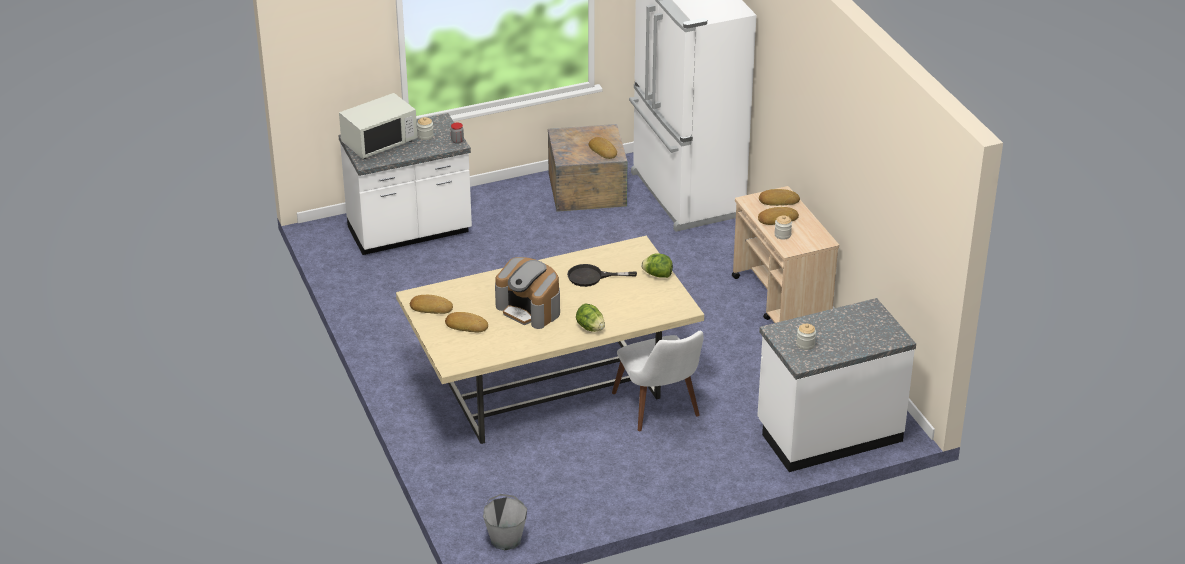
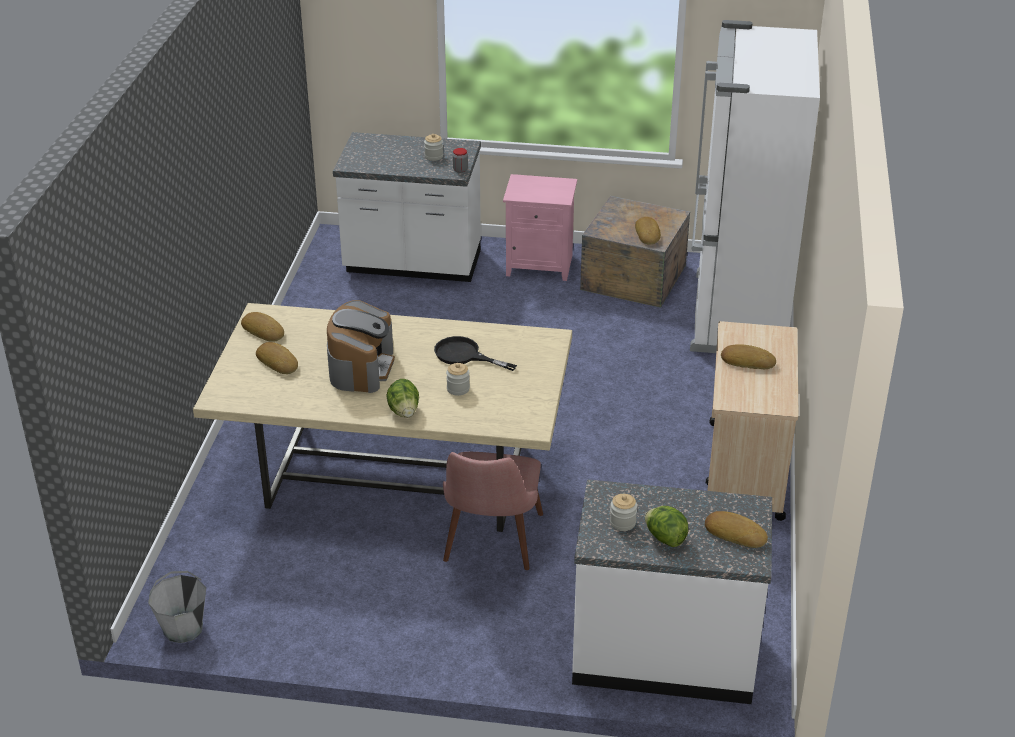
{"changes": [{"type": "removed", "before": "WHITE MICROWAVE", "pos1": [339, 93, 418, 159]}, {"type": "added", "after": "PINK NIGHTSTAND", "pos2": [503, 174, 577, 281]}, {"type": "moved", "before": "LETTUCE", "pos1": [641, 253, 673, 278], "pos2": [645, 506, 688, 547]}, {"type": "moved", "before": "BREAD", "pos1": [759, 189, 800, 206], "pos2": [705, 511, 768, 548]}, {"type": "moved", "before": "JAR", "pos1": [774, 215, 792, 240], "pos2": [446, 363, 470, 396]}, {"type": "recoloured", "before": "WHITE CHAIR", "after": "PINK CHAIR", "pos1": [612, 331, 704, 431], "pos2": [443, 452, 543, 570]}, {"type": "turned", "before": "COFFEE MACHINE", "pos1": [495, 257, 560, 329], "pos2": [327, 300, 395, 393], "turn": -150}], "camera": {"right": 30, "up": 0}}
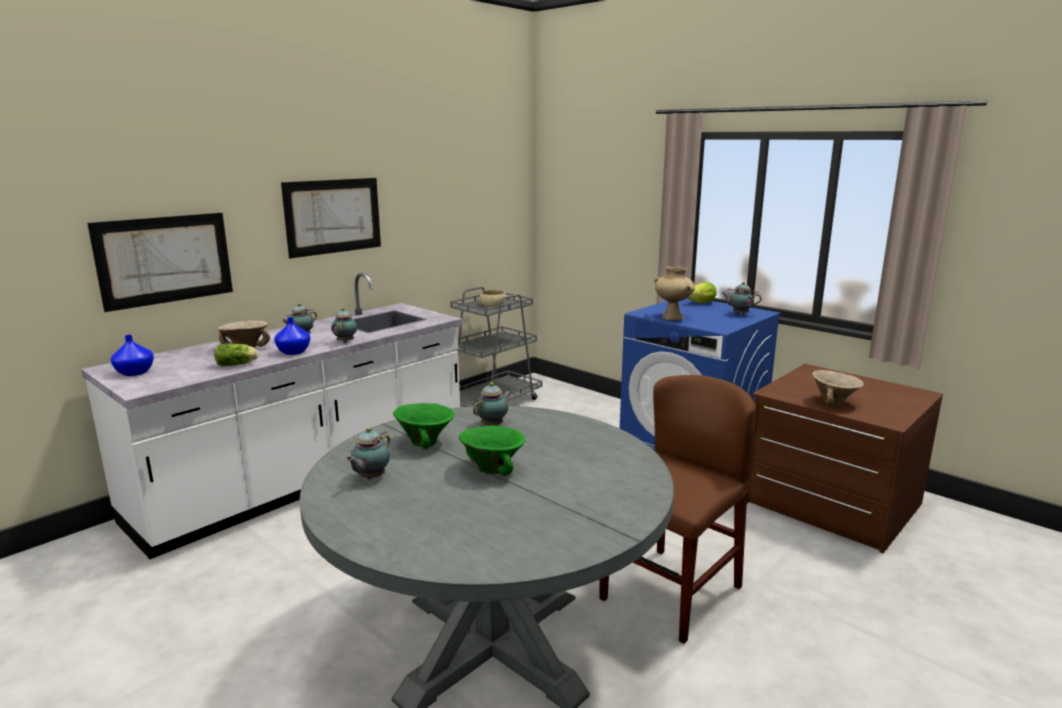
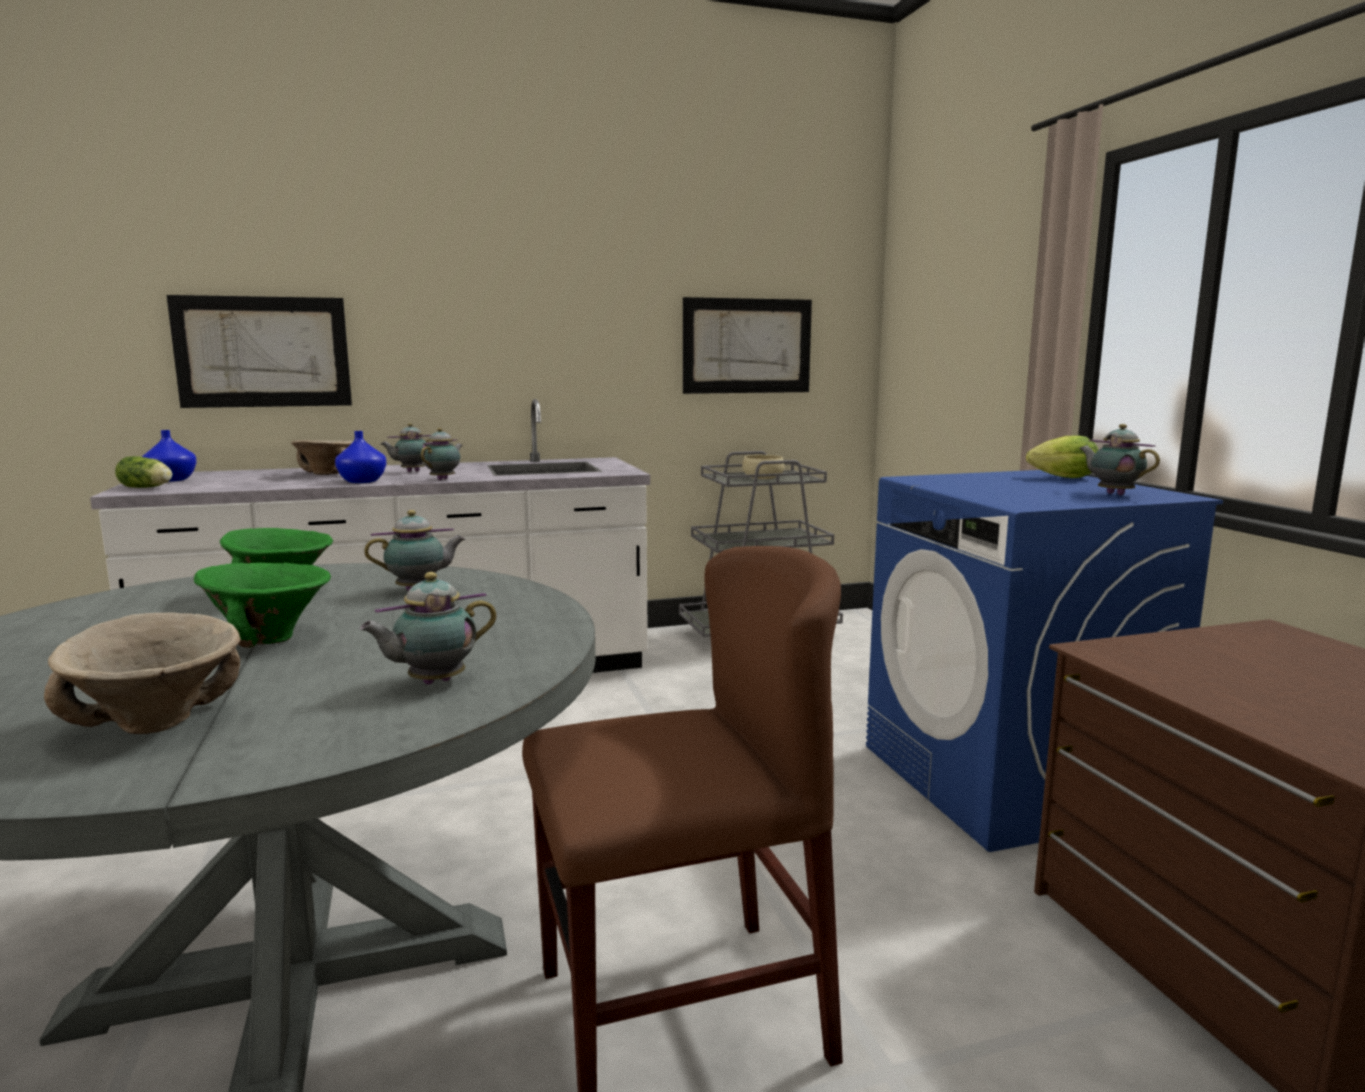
{"changes": [{"type": "removed", "before": "BEIGE VASE", "pos1": [654, 266, 695, 320]}, {"type": "moved", "before": "LETTUCE", "pos1": [214, 344, 258, 366], "pos2": [115, 456, 172, 488]}, {"type": "moved", "before": "PICTURE", "pos1": [281, 178, 381, 258], "pos2": [683, 297, 812, 394]}, {"type": "moved", "before": "TEAPOT", "pos1": [346, 427, 390, 479], "pos2": [359, 572, 497, 684]}, {"type": "moved", "before": "BEIGE BOWL", "pos1": [812, 370, 864, 406], "pos2": [44, 612, 241, 734]}], "camera": {"right": 30, "up": -5}}
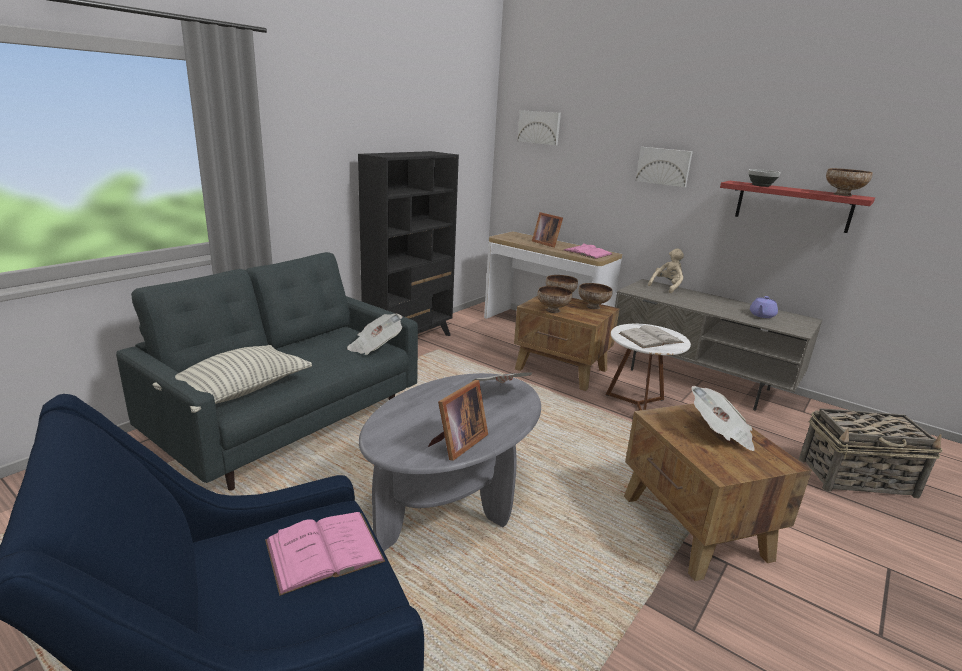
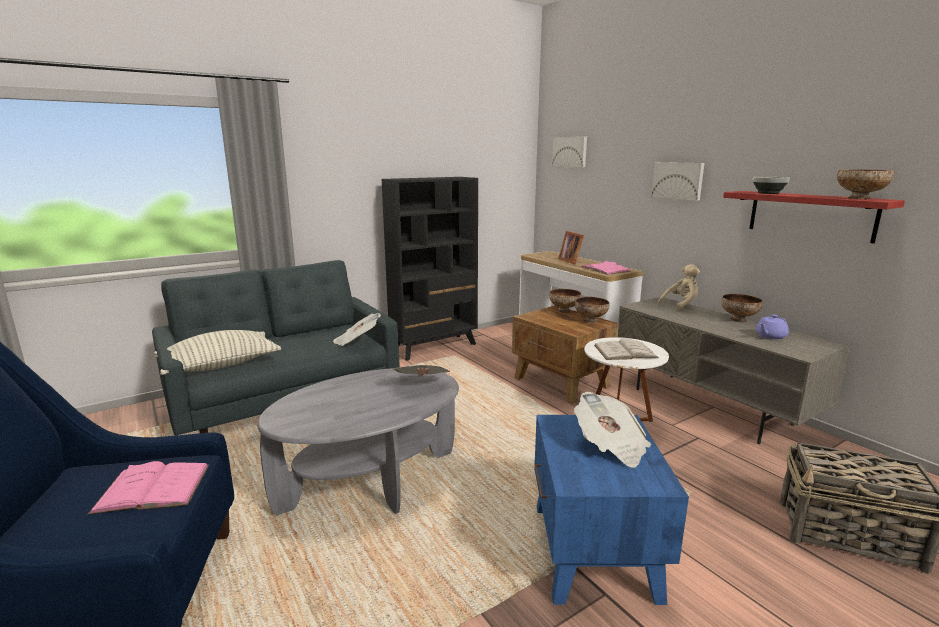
{"changes": [{"type": "removed", "before": "PICTURE FRAME", "pos1": [428, 380, 488, 461]}, {"type": "moved", "before": "BOWL", "pos1": [537, 286, 572, 313], "pos2": [721, 294, 763, 322]}, {"type": "recoloured", "before": "BROWN SIDE TABLE", "after": "BLUE SIDE TABLE", "pos1": [624, 404, 812, 581], "pos2": [534, 415, 689, 605]}], "camera": {"right": 20, "up": -5}}
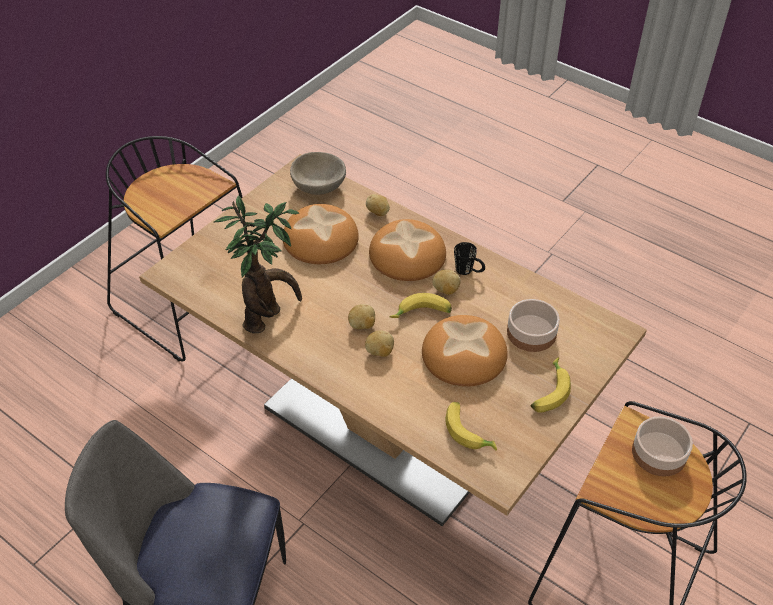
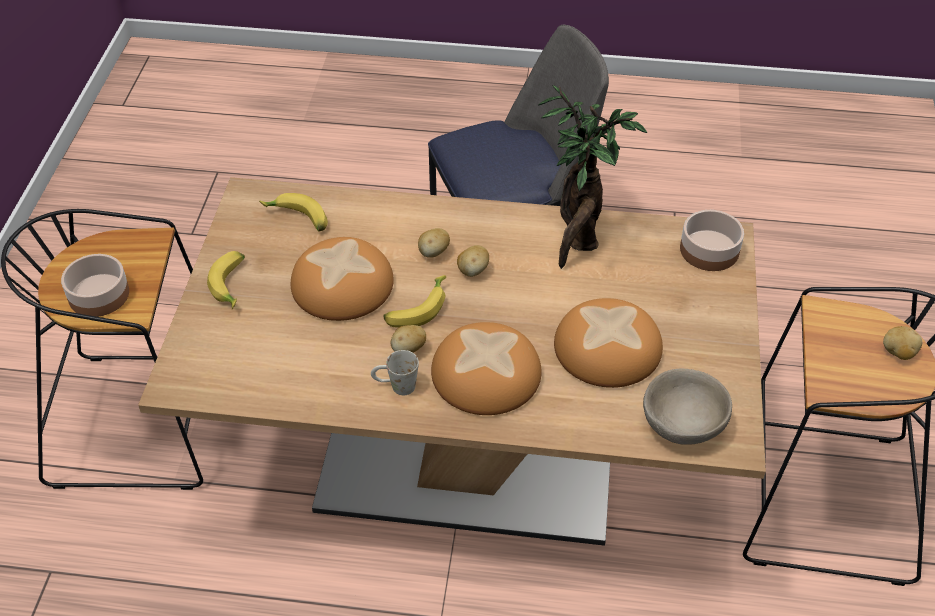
{"changes": [{"type": "moved", "before": "POTATO", "pos1": [366, 194, 390, 216], "pos2": [883, 326, 922, 360]}, {"type": "moved", "before": "BOWL", "pos1": [507, 299, 560, 352], "pos2": [680, 210, 744, 271]}, {"type": "recoloured", "before": "BLACK MUG", "after": "WHITE MUG", "pos1": [454, 242, 485, 275], "pos2": [371, 350, 419, 395]}], "camera": {"right": 150, "up": 0}}
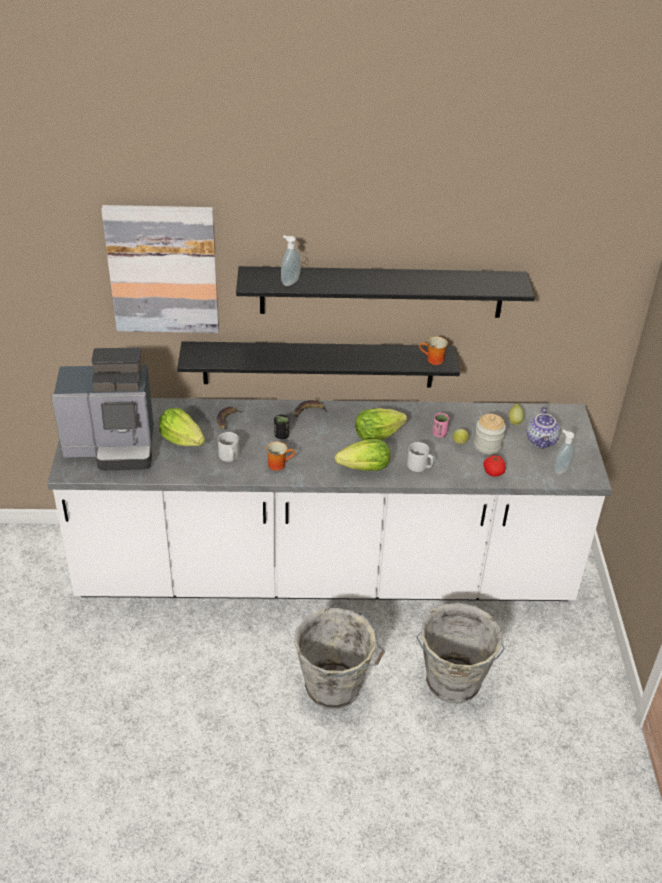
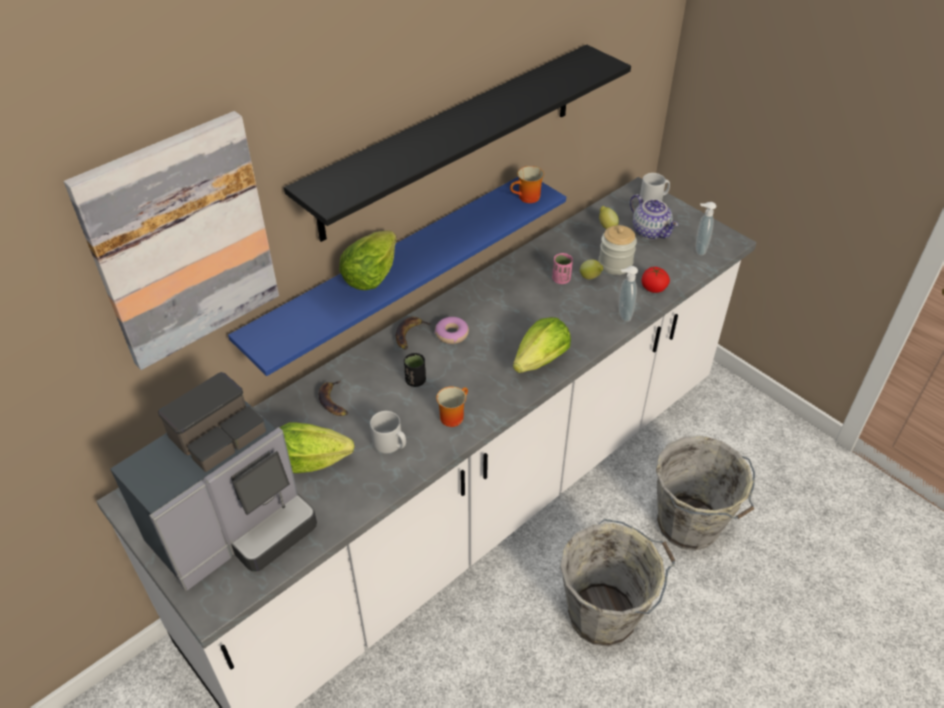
{"changes": [{"type": "added", "after": "DONUT", "pos2": [435, 317, 469, 344]}, {"type": "moved", "before": "SOAP DISPENSER", "pos1": [281, 235, 301, 286], "pos2": [619, 266, 638, 322]}, {"type": "moved", "before": "LETTUCE", "pos1": [355, 408, 407, 440], "pos2": [339, 230, 397, 290]}, {"type": "moved", "before": "GREY MUG", "pos1": [407, 442, 434, 472], "pos2": [640, 173, 670, 202]}, {"type": "recoloured", "before": "BLACK SHELF", "after": "BLUE SHELF", "pos1": [177, 341, 460, 387], "pos2": [228, 177, 566, 376]}], "camera": {"right": -40, "up": 5}}
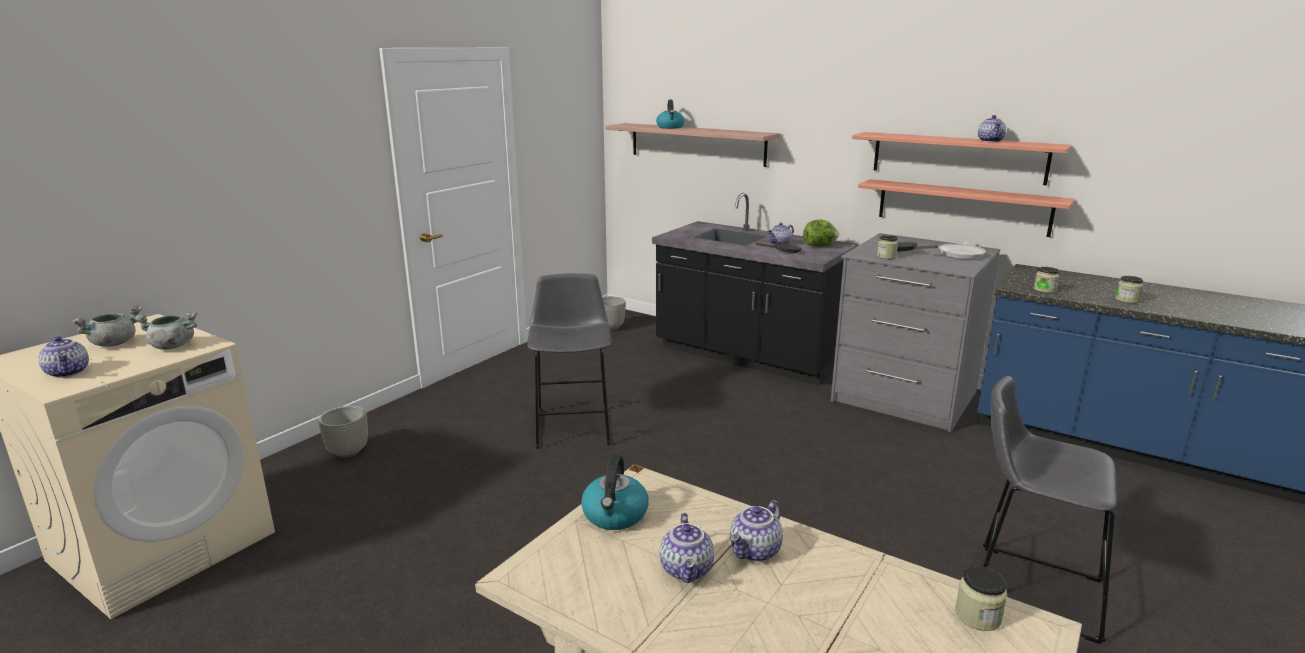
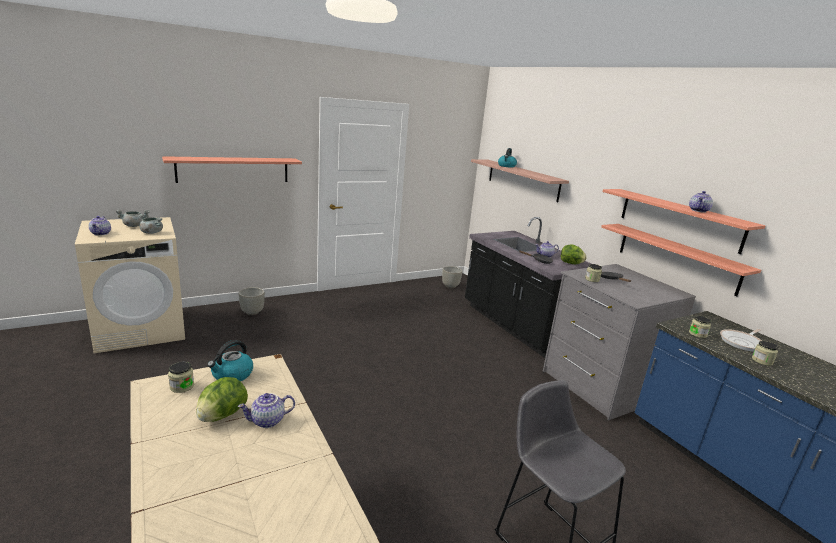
{"changes": [{"type": "removed", "before": "GREY STOOL", "pos1": [527, 273, 611, 449]}, {"type": "added", "after": "SHELF", "pos2": [162, 156, 302, 183]}, {"type": "moved", "before": "FRYING PAN", "pos1": [939, 238, 986, 259], "pos2": [720, 329, 762, 351]}, {"type": "moved", "before": "JAR", "pos1": [955, 566, 1007, 631], "pos2": [168, 361, 194, 393]}, {"type": "replaced", "before": "TEAPOT", "after": "LETTUCE", "pos1": [660, 513, 714, 583], "pos2": [196, 377, 248, 422]}], "camera": {"right": 25, "up": 0}}
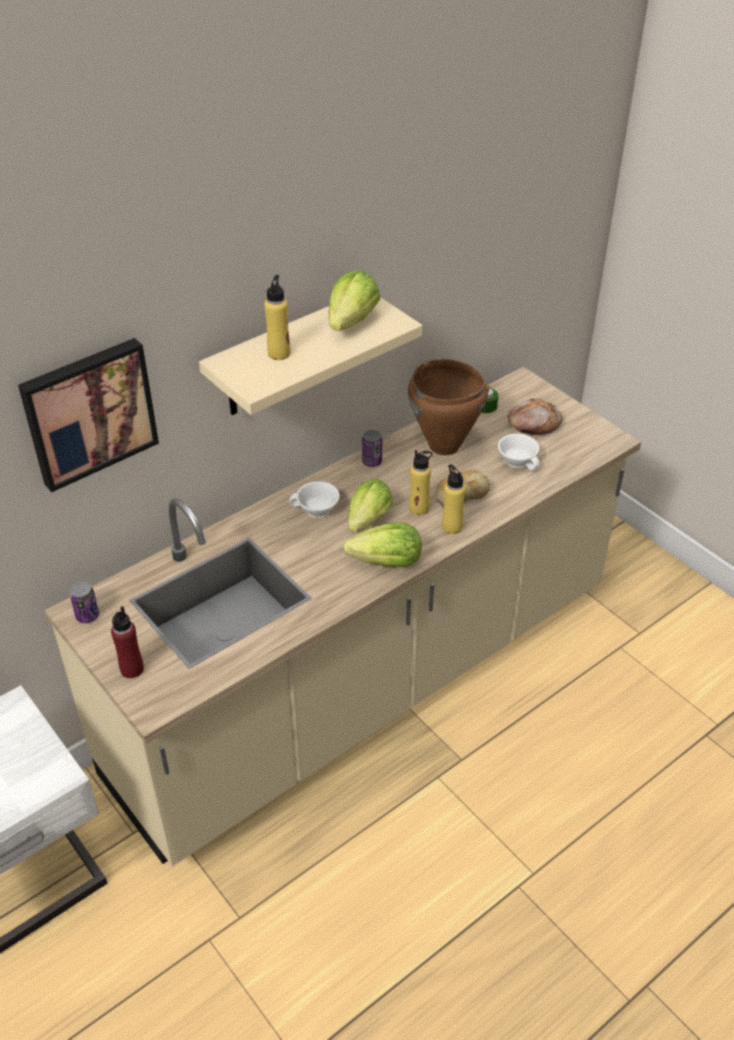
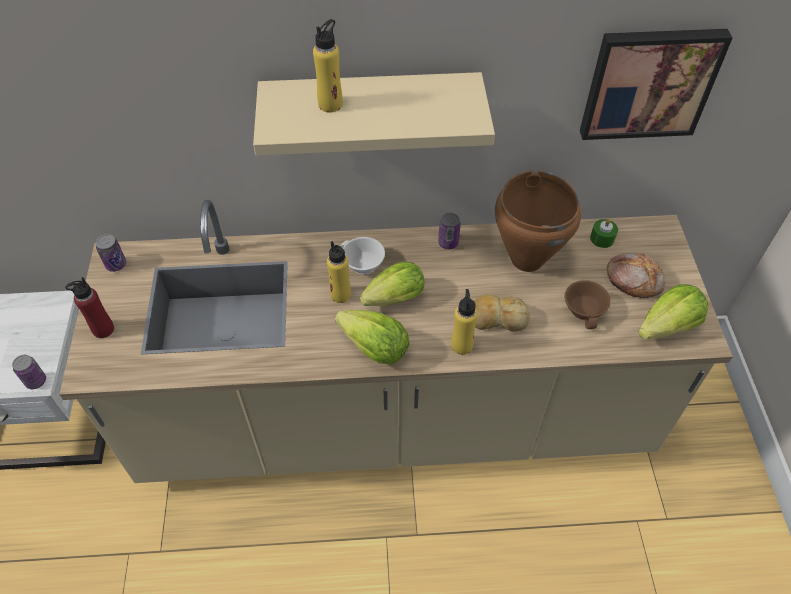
{"changes": [{"type": "added", "after": "CAN", "pos2": [12, 355, 46, 389]}, {"type": "moved", "before": "PICTURE", "pos1": [18, 338, 159, 492], "pos2": [580, 29, 733, 140]}, {"type": "moved", "before": "LETTUCE", "pos1": [329, 270, 380, 331], "pos2": [639, 284, 708, 339]}, {"type": "moved", "before": "YELLOW BOTTLE", "pos1": [409, 450, 433, 515], "pos2": [327, 241, 351, 303]}, {"type": "recoloured", "before": "WHITE CUP", "after": "BROWN CUP", "pos1": [498, 434, 540, 470], "pos2": [565, 280, 611, 329]}], "camera": {"right": 35, "up": 10}}
